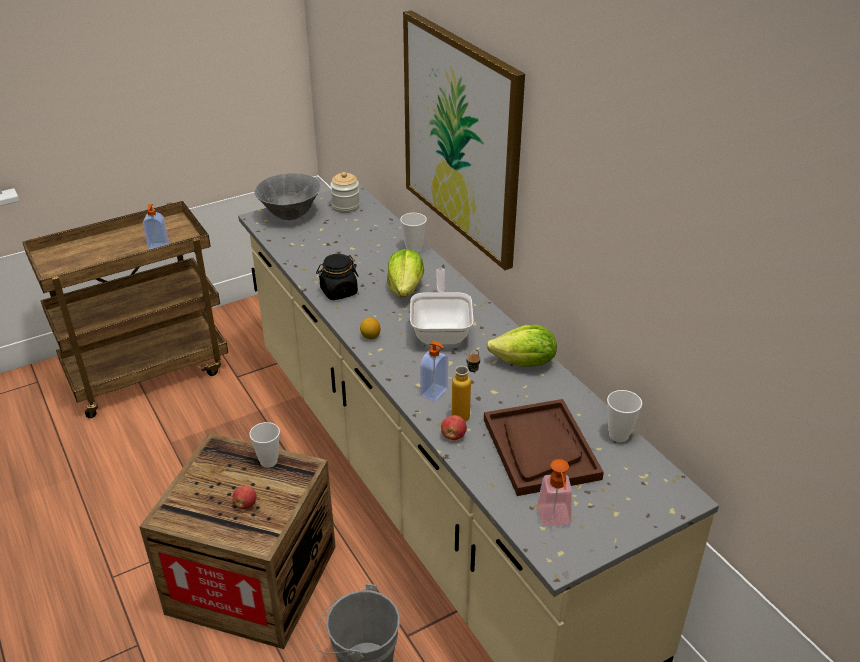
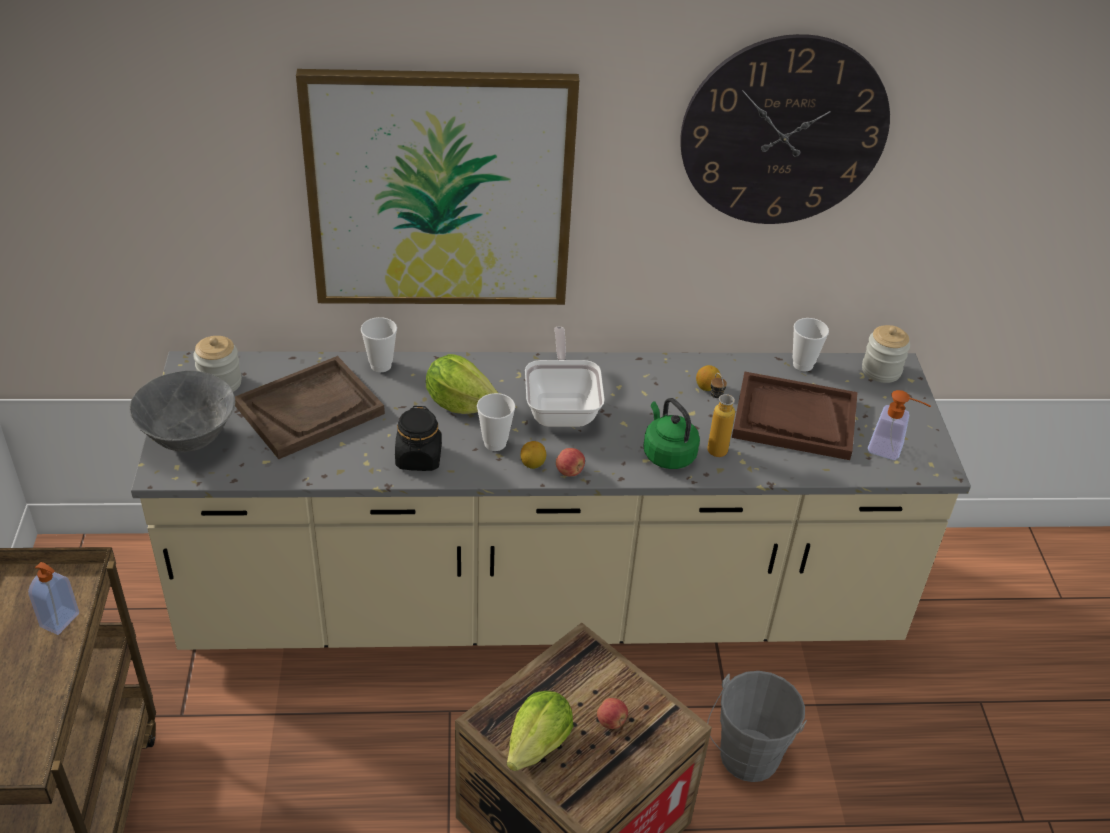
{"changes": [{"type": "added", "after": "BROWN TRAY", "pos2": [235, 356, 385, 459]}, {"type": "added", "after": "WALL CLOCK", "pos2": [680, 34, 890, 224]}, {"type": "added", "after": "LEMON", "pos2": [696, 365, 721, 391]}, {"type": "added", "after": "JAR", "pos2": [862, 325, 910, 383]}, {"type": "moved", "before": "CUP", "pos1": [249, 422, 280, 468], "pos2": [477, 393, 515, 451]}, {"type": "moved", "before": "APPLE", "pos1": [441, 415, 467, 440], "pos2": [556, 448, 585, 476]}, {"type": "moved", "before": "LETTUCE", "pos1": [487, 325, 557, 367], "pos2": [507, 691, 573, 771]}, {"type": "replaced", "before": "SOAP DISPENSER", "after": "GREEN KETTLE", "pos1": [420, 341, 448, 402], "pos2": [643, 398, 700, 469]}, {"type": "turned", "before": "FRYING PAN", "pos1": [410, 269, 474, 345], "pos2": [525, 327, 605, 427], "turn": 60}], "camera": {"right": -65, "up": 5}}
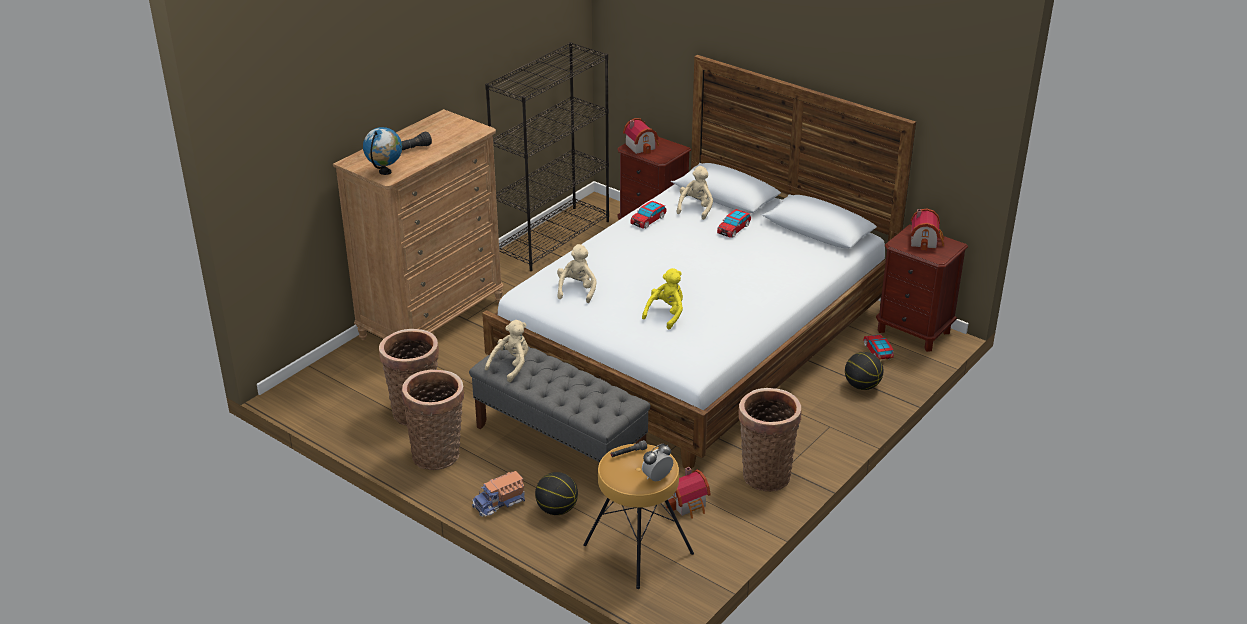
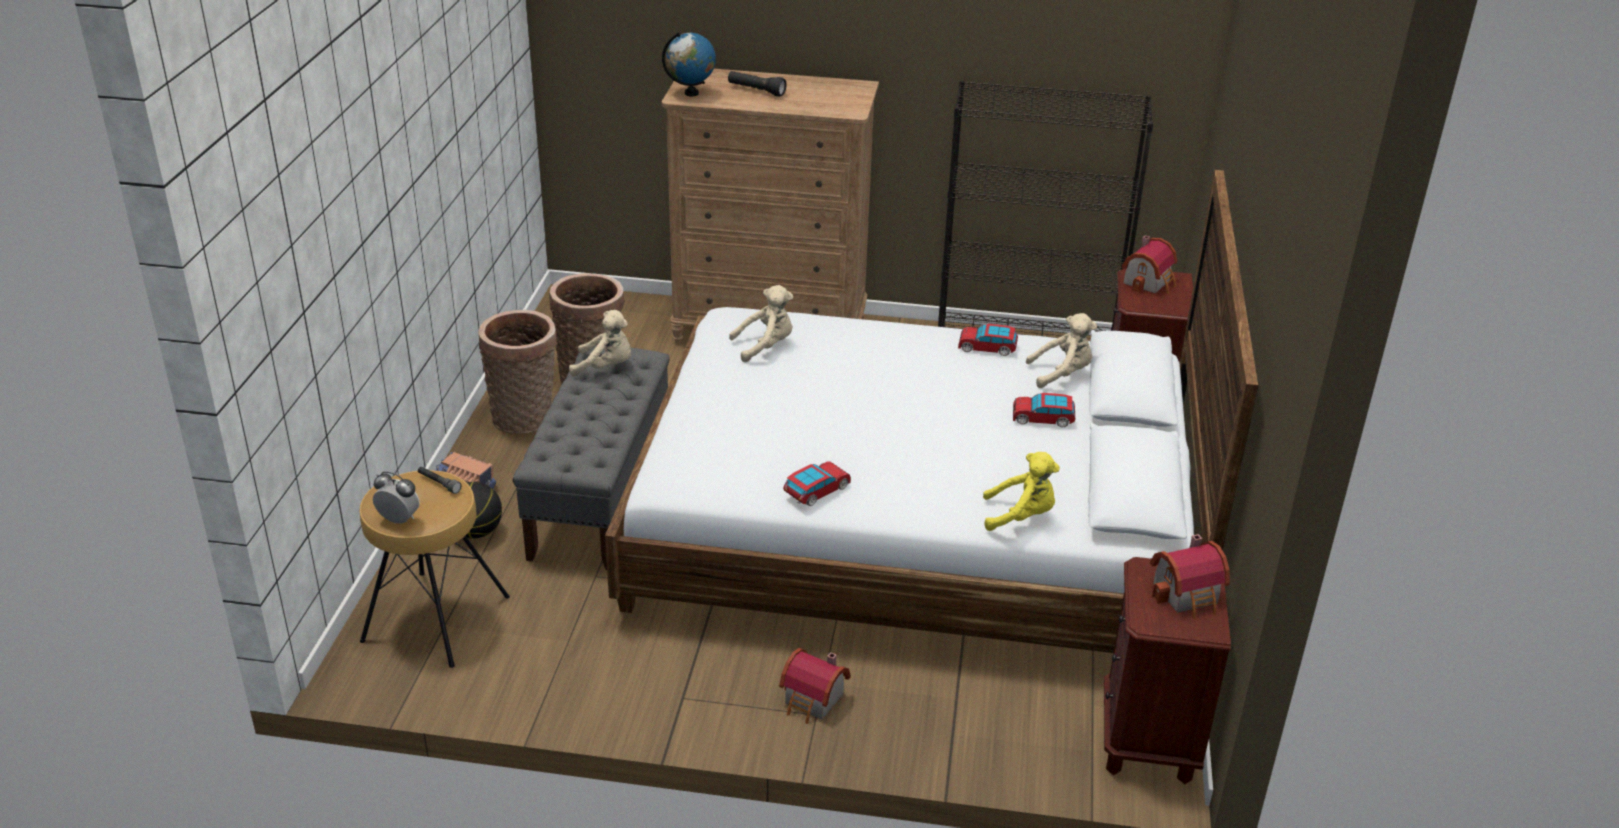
{"changes": [{"type": "removed", "before": "BASKET", "pos1": [738, 388, 801, 492]}, {"type": "removed", "before": "BASKETBALL", "pos1": [845, 352, 883, 390]}, {"type": "moved", "before": "YELLOW PLUSH TOY", "pos1": [642, 268, 683, 329], "pos2": [983, 452, 1060, 531]}, {"type": "moved", "before": "TOY HOUSE", "pos1": [666, 467, 710, 519], "pos2": [779, 648, 851, 724]}, {"type": "moved", "before": "TOY CAR", "pos1": [863, 334, 894, 360], "pos2": [783, 461, 851, 506]}], "camera": {"right": 60, "up": 0}}
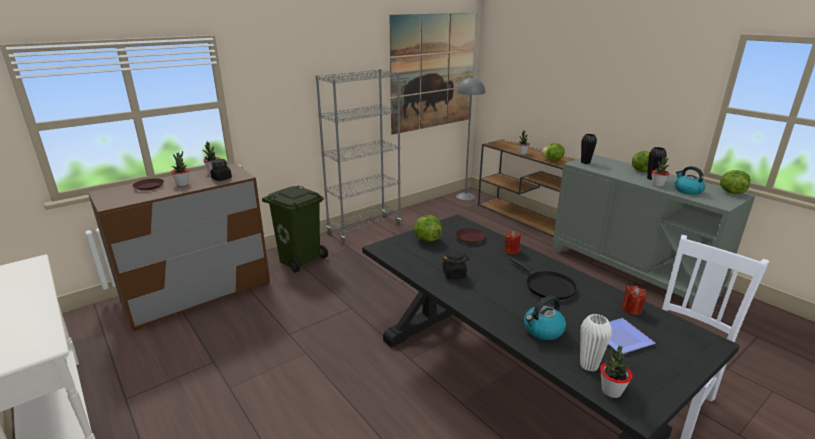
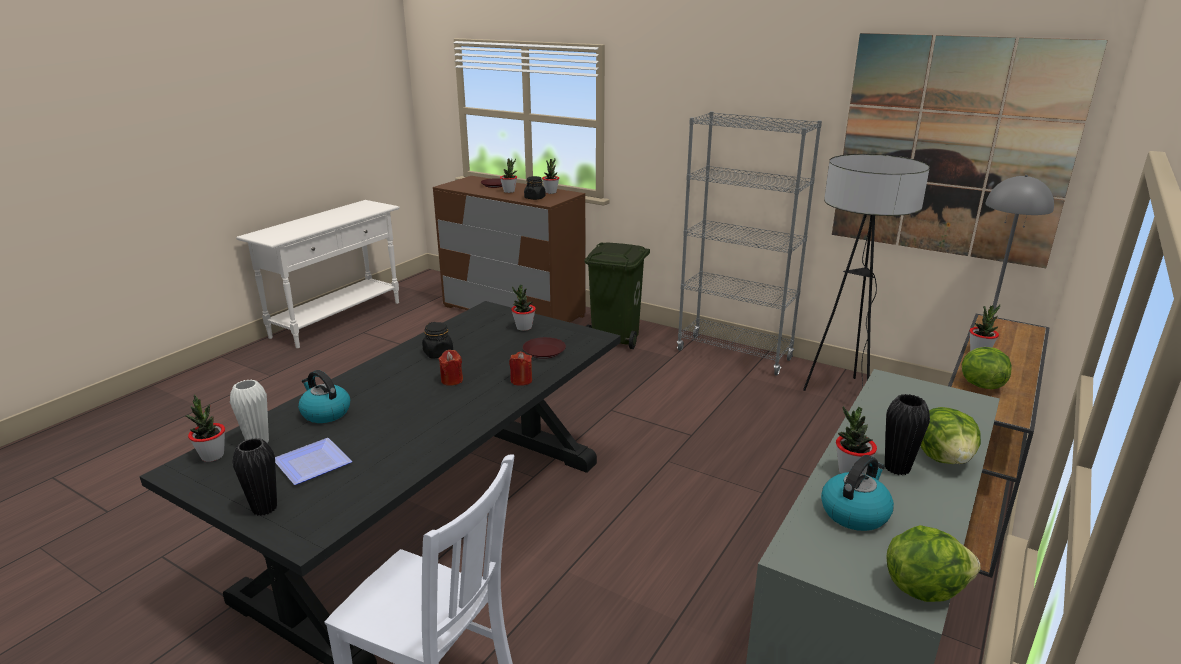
{"changes": [{"type": "removed", "before": "BLACK FRYING PAN", "pos1": [510, 258, 577, 300]}, {"type": "added", "after": "FLOOR LAMP", "pos2": [803, 154, 930, 391]}, {"type": "moved", "before": "BLACK VASE", "pos1": [581, 134, 597, 164], "pos2": [232, 438, 277, 516]}, {"type": "moved", "before": "RED CANDLE", "pos1": [622, 286, 646, 315], "pos2": [439, 350, 463, 386]}, {"type": "replaced", "before": "LETTUCE", "after": "POTTED PLANT", "pos1": [414, 215, 442, 242], "pos2": [511, 285, 536, 331]}], "camera": {"right": 70, "up": 0}}
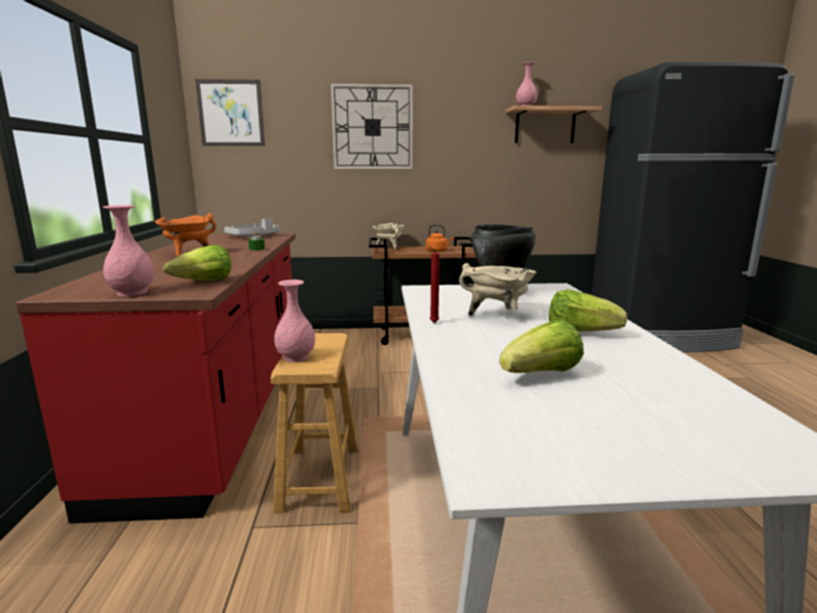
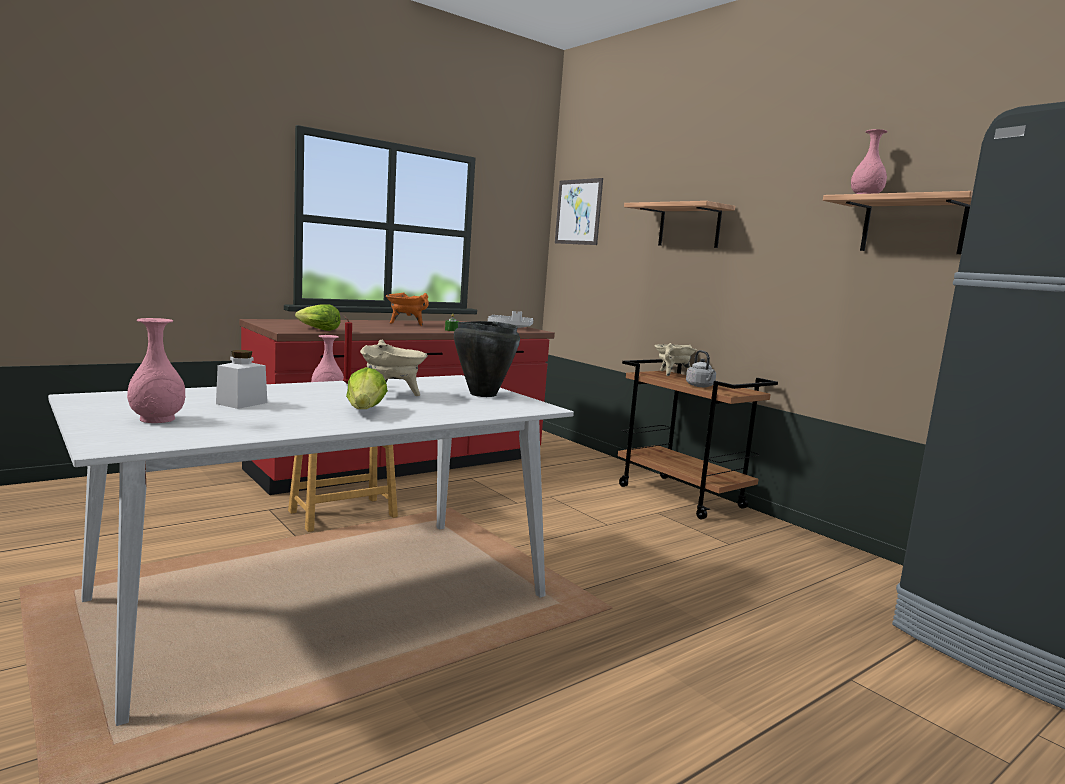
{"changes": [{"type": "moved", "before": "PINK VASE", "pos1": [103, 205, 154, 296], "pos2": [127, 318, 185, 423]}, {"type": "replaced", "before": "WALL CLOCK", "after": "SHELF", "pos1": [331, 84, 413, 169], "pos2": [624, 201, 735, 248]}, {"type": "replaced", "before": "LETTUCE", "after": "WHITE JAR", "pos1": [499, 320, 584, 373], "pos2": [216, 350, 267, 409]}, {"type": "recoloured", "before": "ORANGE KETTLE", "after": "GREY KETTLE", "pos1": [426, 224, 453, 252], "pos2": [686, 350, 716, 387]}], "camera": {"right": 55, "up": -5}}
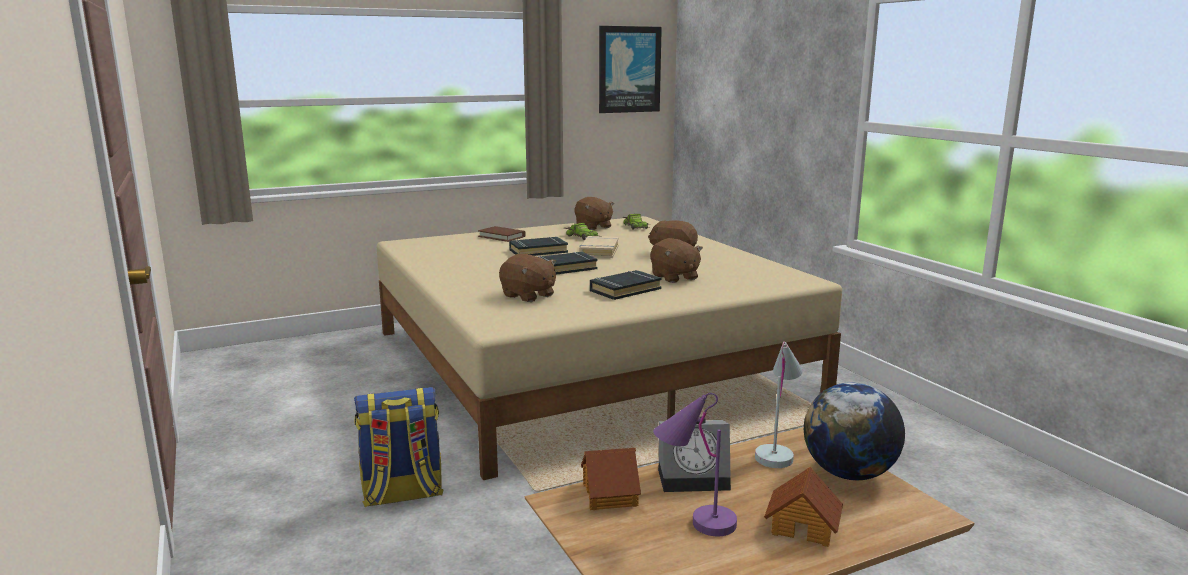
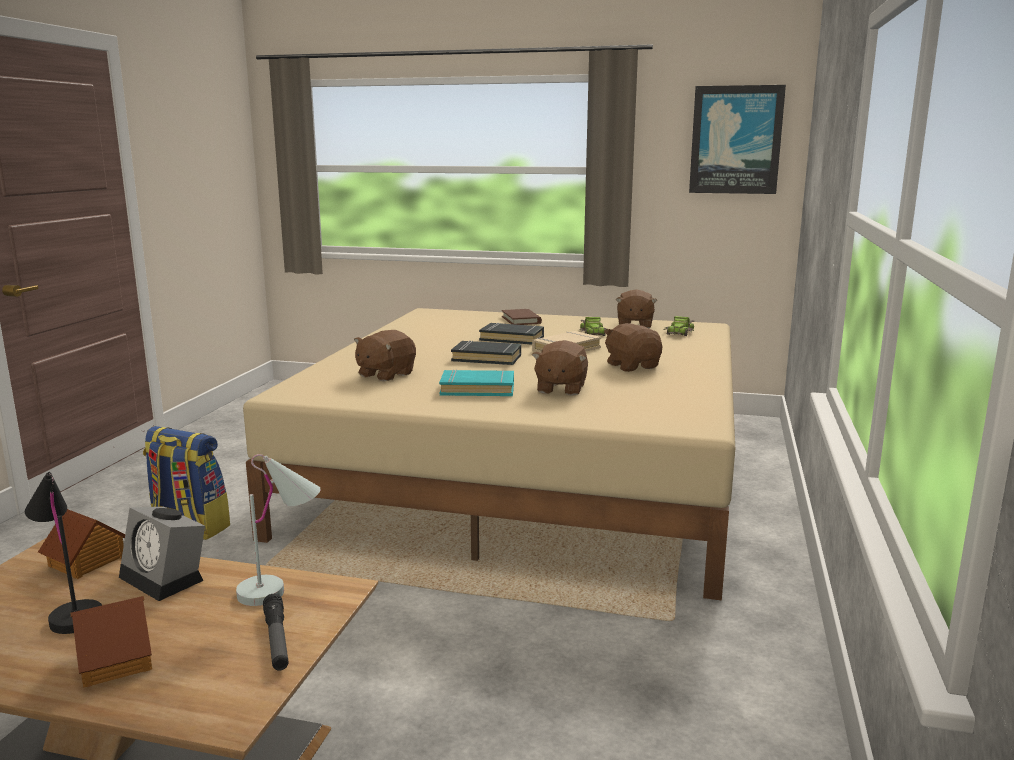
{"changes": [{"type": "replaced", "before": "GLOBE", "after": "FLASHLIGHT", "pos1": [804, 382, 905, 480], "pos2": [263, 594, 289, 671]}, {"type": "recoloured", "before": "BLACK BOOK", "after": "TURQUOISE BOOK", "pos1": [590, 270, 662, 300], "pos2": [439, 369, 514, 396]}, {"type": "recoloured", "before": "PURPLE TABLE LAMP", "after": "BLACK TABLE LAMP", "pos1": [653, 393, 737, 536], "pos2": [25, 472, 102, 634]}, {"type": "turned", "before": "BROWN PLUSH TOY", "pos1": [499, 254, 556, 302], "pos2": [354, 330, 416, 382], "turn": 45}], "camera": {"right": 40, "up": 0}}
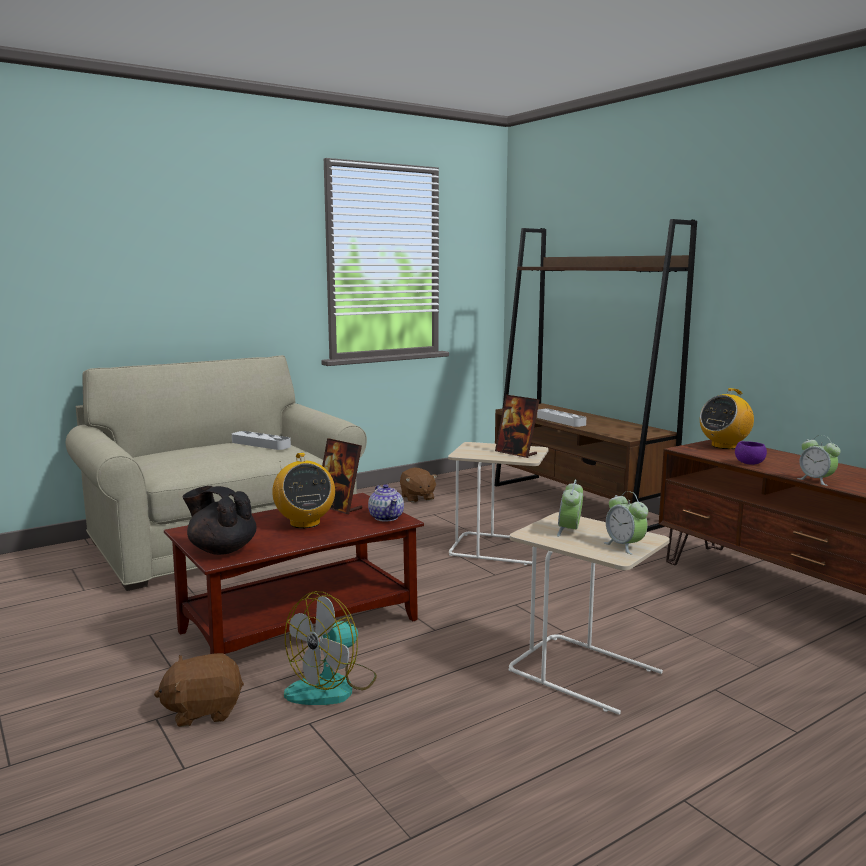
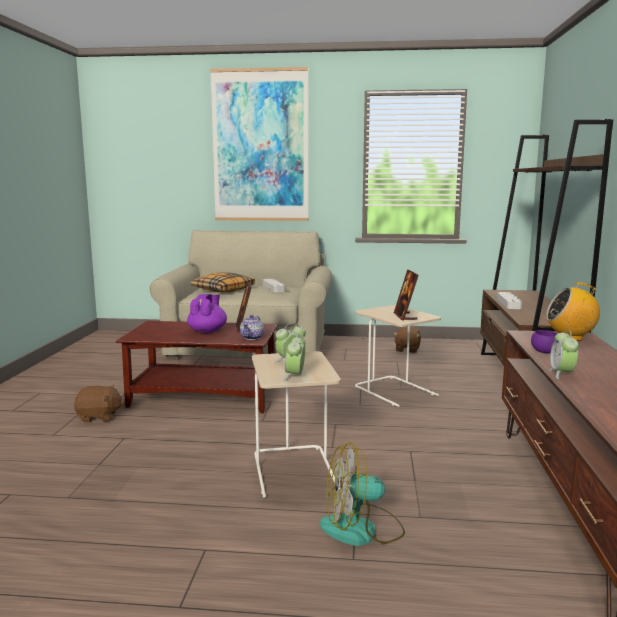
{"changes": [{"type": "removed", "before": "BLACK TEAPOT", "pos1": [183, 486, 256, 555]}, {"type": "added", "after": "PILLOW", "pos2": [191, 272, 255, 292]}, {"type": "added", "after": "PICTURE", "pos2": [210, 67, 308, 221]}, {"type": "moved", "before": "FAN", "pos1": [284, 591, 377, 705], "pos2": [320, 442, 405, 546]}, {"type": "replaced", "before": "RADIO", "after": "PURPLE TEAPOT", "pos1": [272, 453, 335, 528], "pos2": [187, 294, 227, 333]}, {"type": "turned", "before": "BROWN PLUSH TOY", "pos1": [154, 653, 244, 727], "pos2": [74, 385, 124, 422], "turn": 150}], "camera": {"right": 40, "up": 0}}
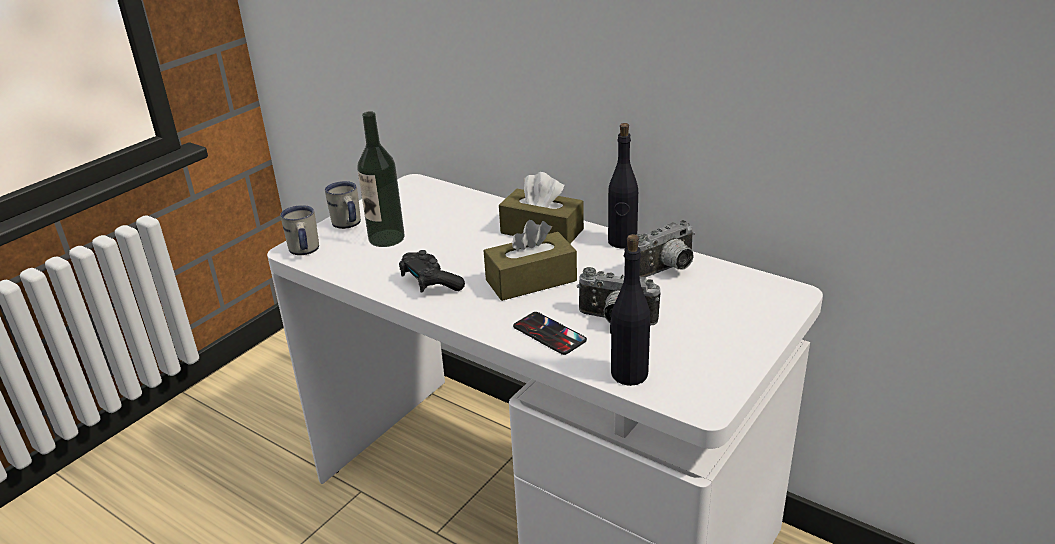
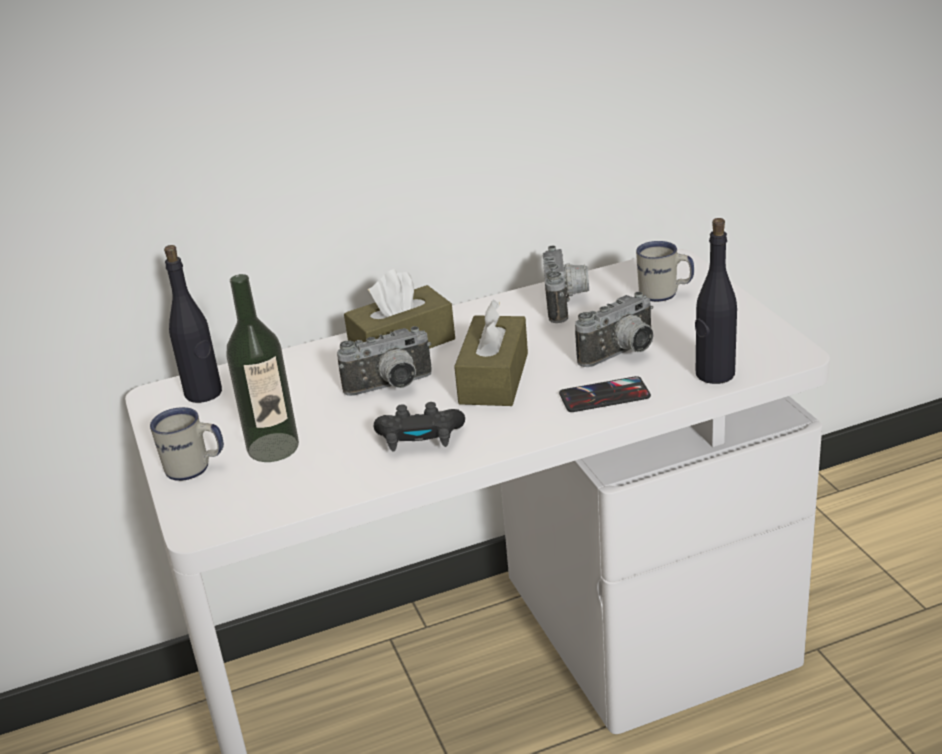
{"changes": [{"type": "added", "after": "PHOTO CAMERA", "pos2": [337, 326, 432, 396]}, {"type": "moved", "before": "WHITE MUG", "pos1": [280, 205, 319, 255], "pos2": [636, 241, 694, 302]}, {"type": "moved", "before": "BLACK BOTTLE", "pos1": [608, 123, 638, 249], "pos2": [164, 245, 222, 403]}], "camera": {"right": -55, "up": 0}}
